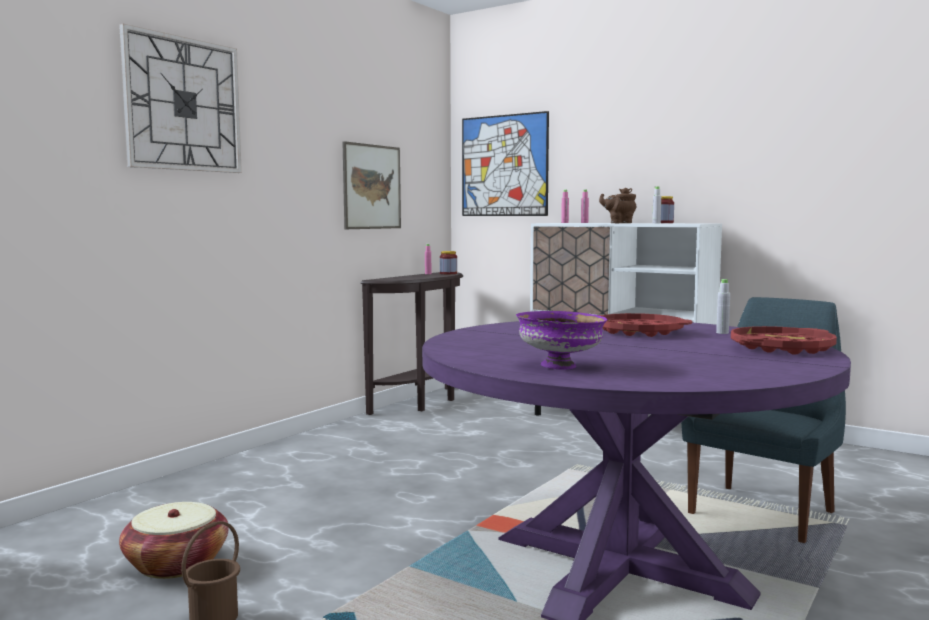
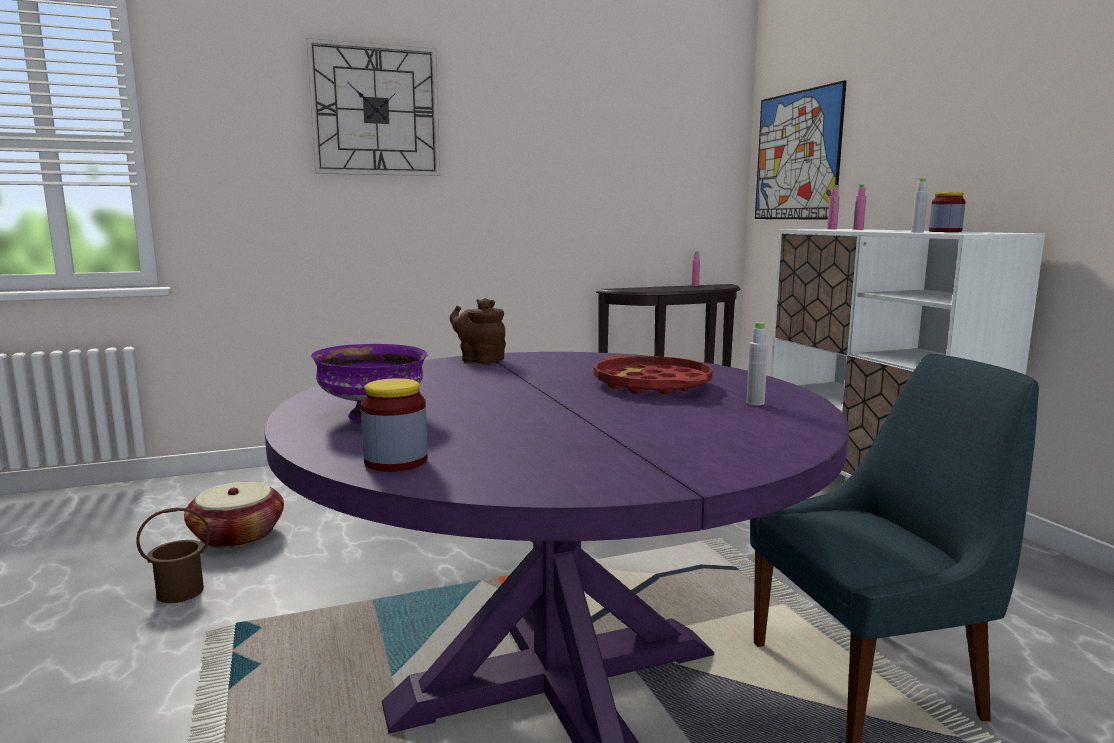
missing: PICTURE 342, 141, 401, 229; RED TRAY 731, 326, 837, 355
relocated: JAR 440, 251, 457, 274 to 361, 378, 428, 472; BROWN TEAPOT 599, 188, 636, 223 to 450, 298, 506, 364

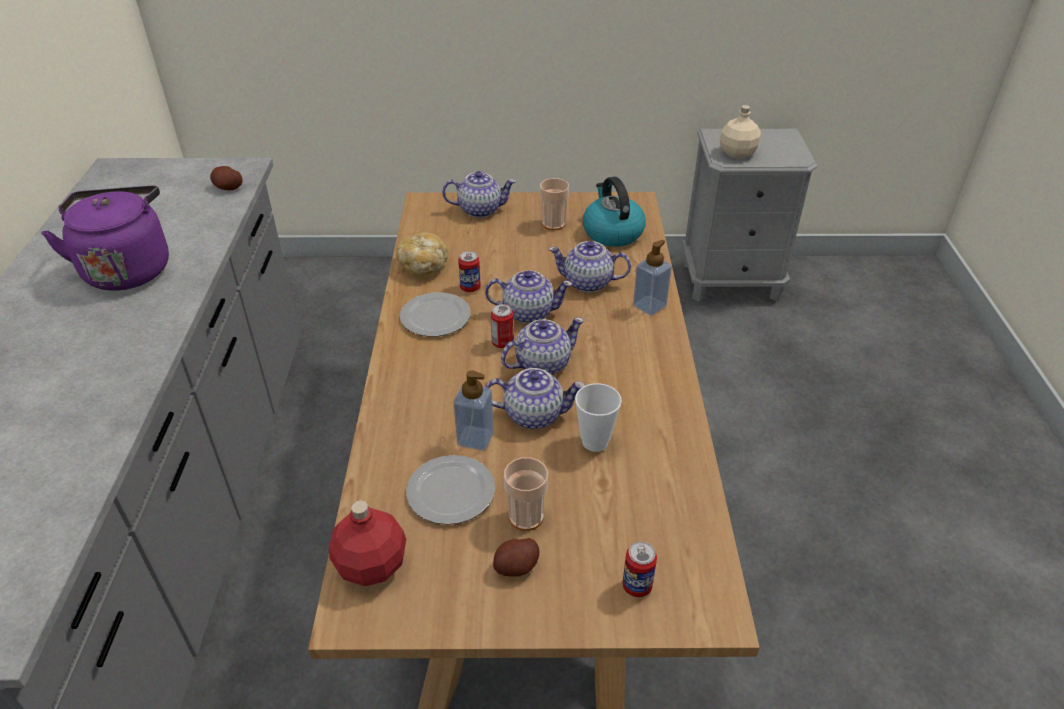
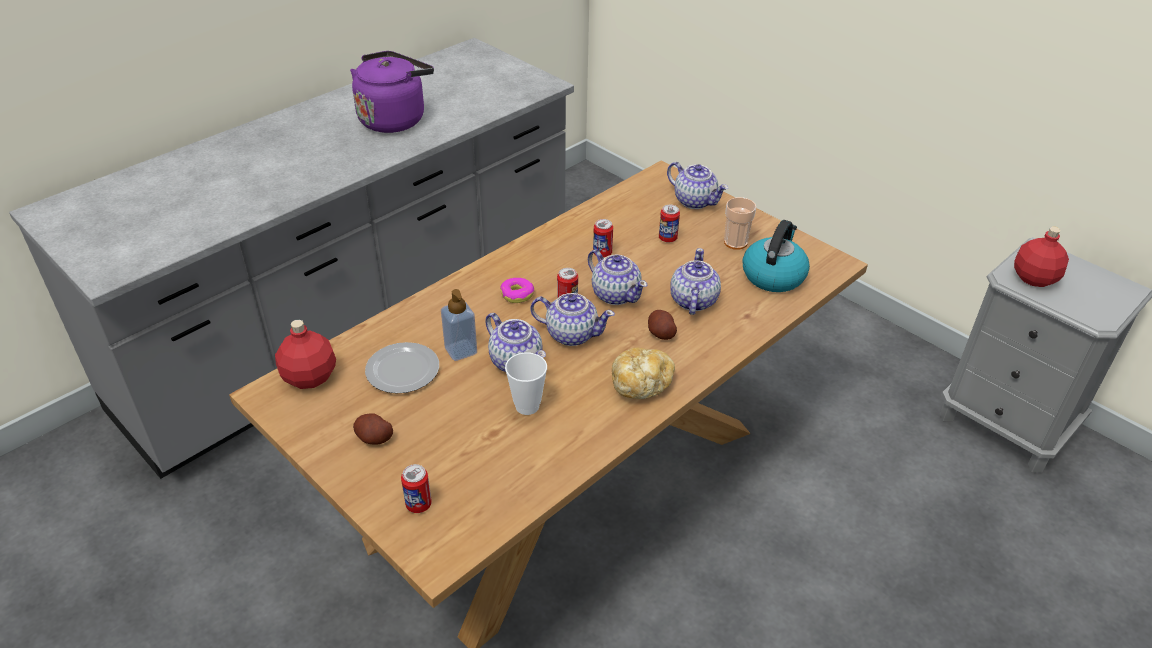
missing: PLATE 400, 292, 471, 337; CUP 504, 457, 548, 531; SOAP DISPENSER 633, 240, 672, 316
appeared: DONUT 500, 278, 534, 303; CAN 659, 205, 680, 243
relocated: POTATO 210, 166, 243, 190 to 648, 310, 677, 340; BREAD 396, 232, 449, 276 to 612, 348, 675, 399
colour: BEIGE BOTTLE 720, 105, 761, 159 to RED BOTTLE 1014, 226, 1069, 287
spun: TEAPOT 548, 241, 631, 292 = 670, 248, 721, 315 45 degrees clockwise

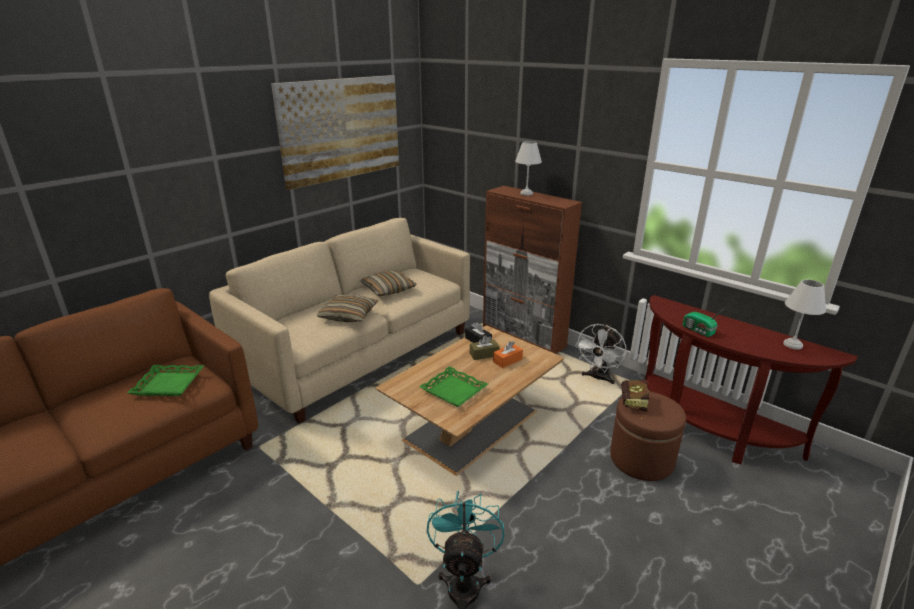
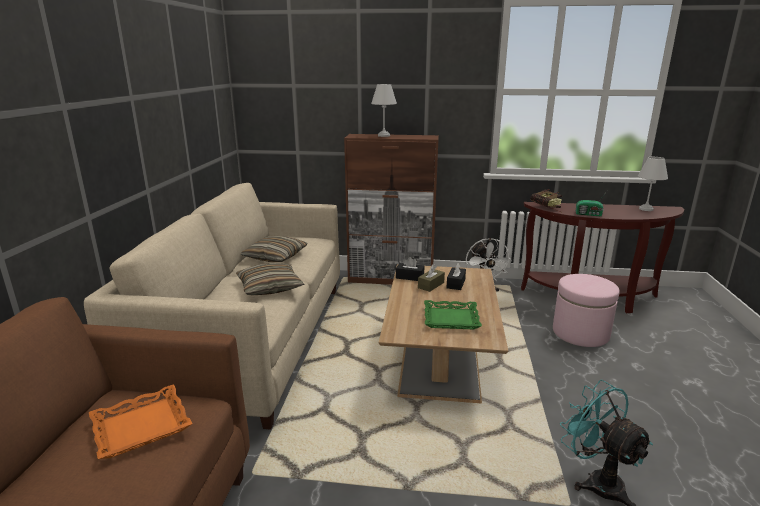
missing: PICTURE 271, 75, 399, 190
relocated: BOOK 621, 379, 649, 419 to 531, 189, 562, 213
colour: GREEN TRAY 127, 365, 204, 396 to ORANGE TRAY 89, 385, 192, 459; ORANGE TISSUE BOX 493, 341, 523, 368 to BLACK TISSUE BOX 447, 263, 466, 290; BROWN OTTOMAN 610, 392, 686, 481 to PINK OTTOMAN 553, 274, 620, 347

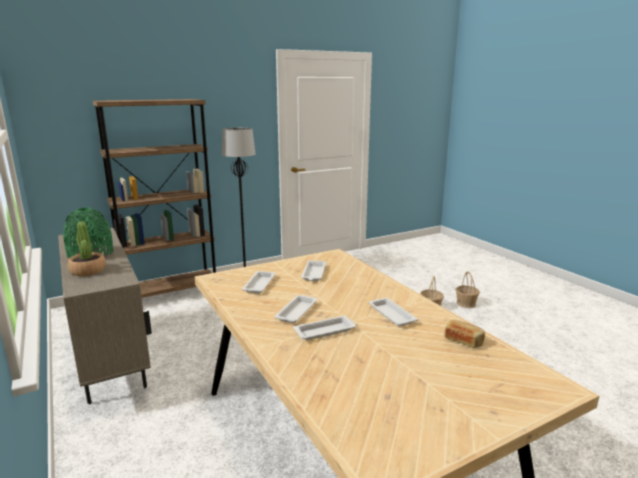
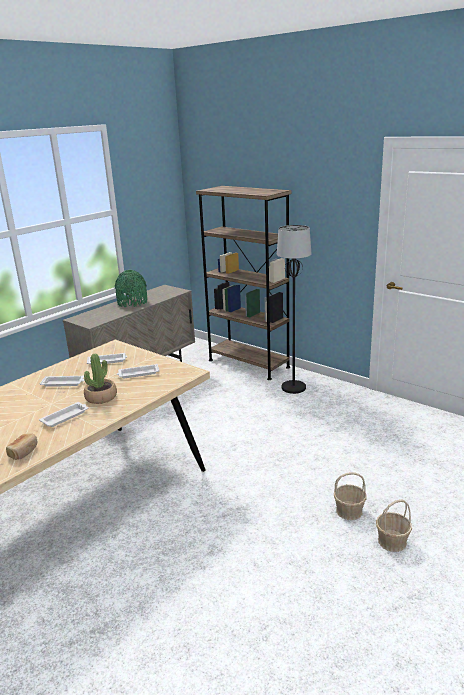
missing: WHITE TRAY 293, 316, 356, 340
relocated: POTTED PLANT 68, 221, 106, 276 to 84, 354, 117, 404

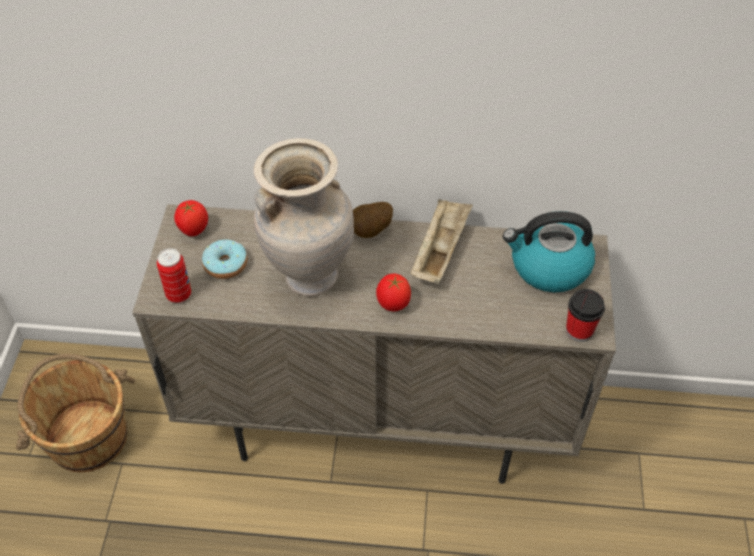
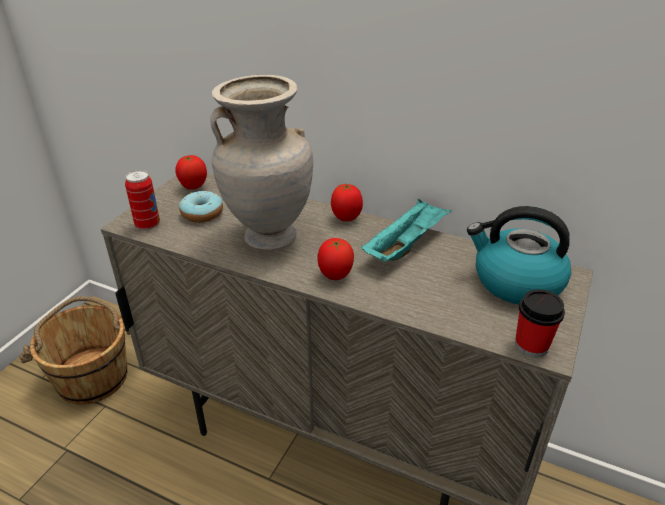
exchanged: POTATO 353, 202, 393, 238 to TOMATO 331, 183, 363, 221
colour: BEIGE TRAY 410, 199, 473, 284 to TURQUOISE TRAY 361, 199, 452, 262

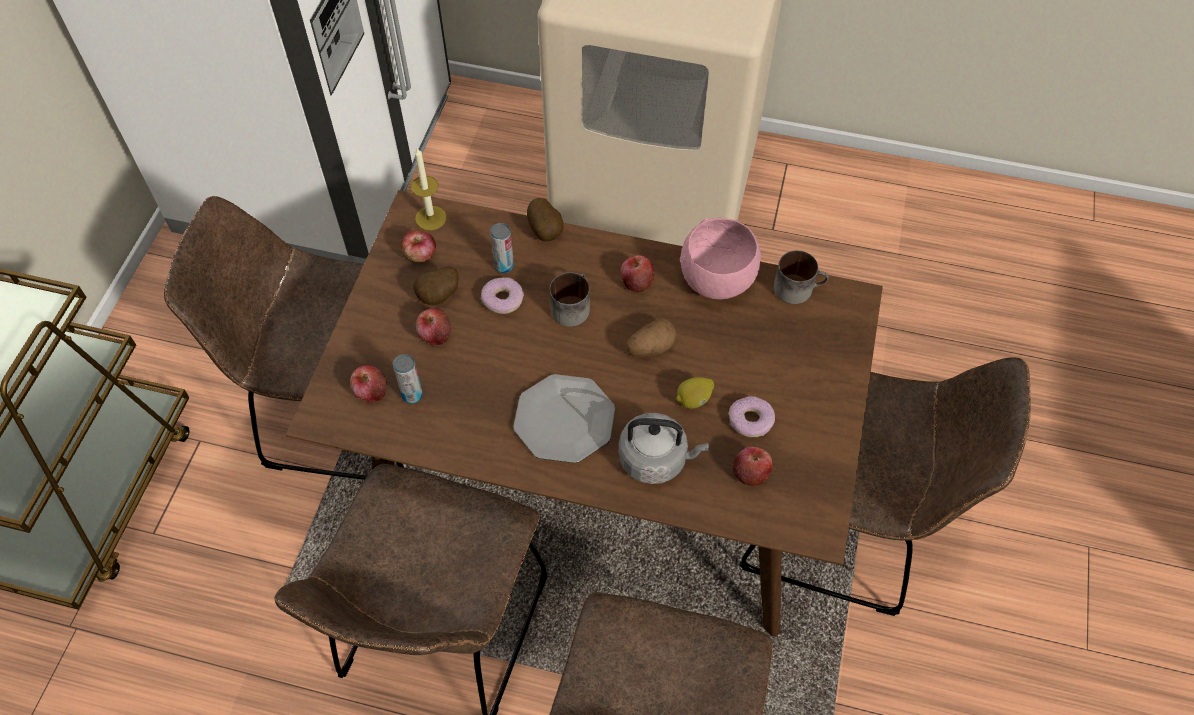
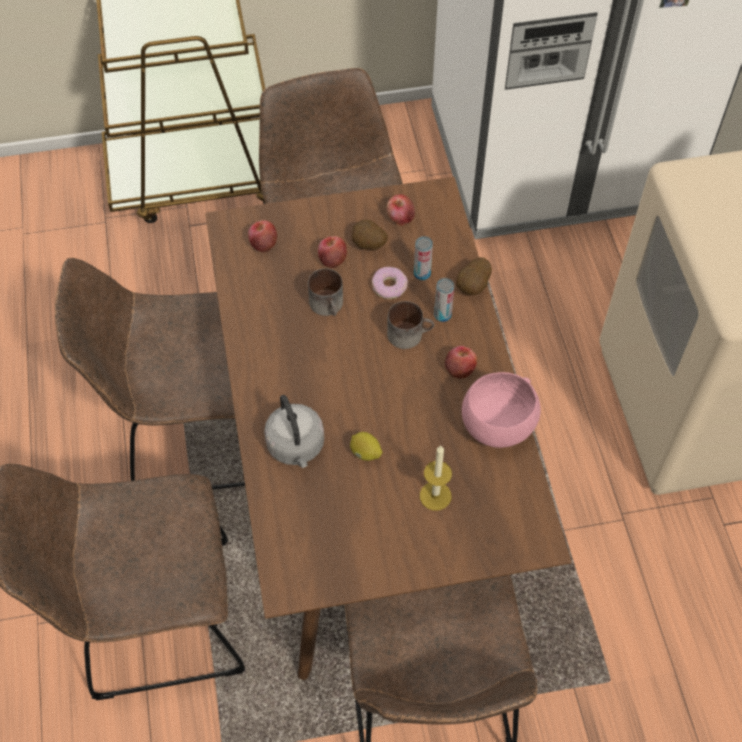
missing: PLATE 513, 374, 615, 463; POTATO 627, 318, 676, 357; DONUT 729, 396, 775, 437; APPLE 733, 446, 773, 486
relocated: CAN 393, 354, 423, 404 to 434, 278, 454, 322; CANDLE 411, 148, 447, 230 to 420, 446, 452, 510; MUG 774, 250, 829, 304 to 308, 268, 343, 316

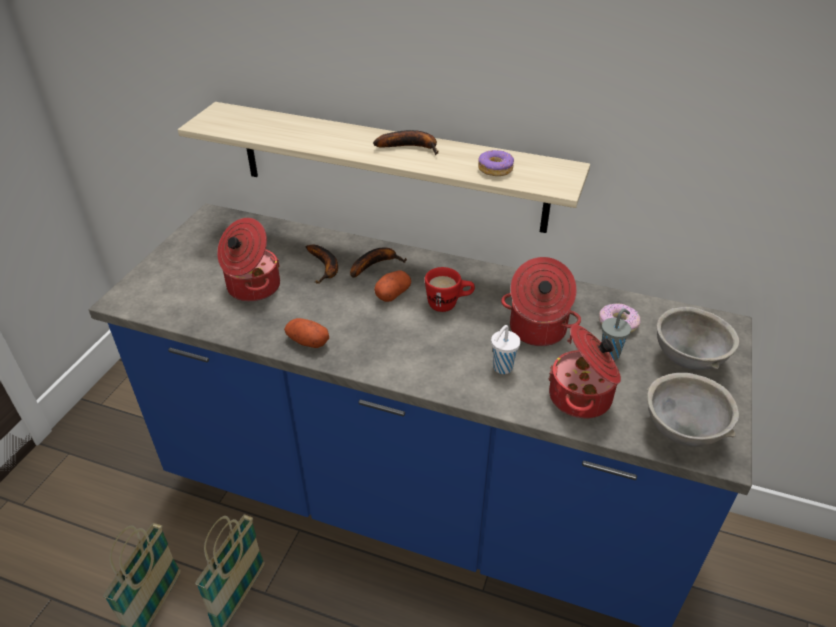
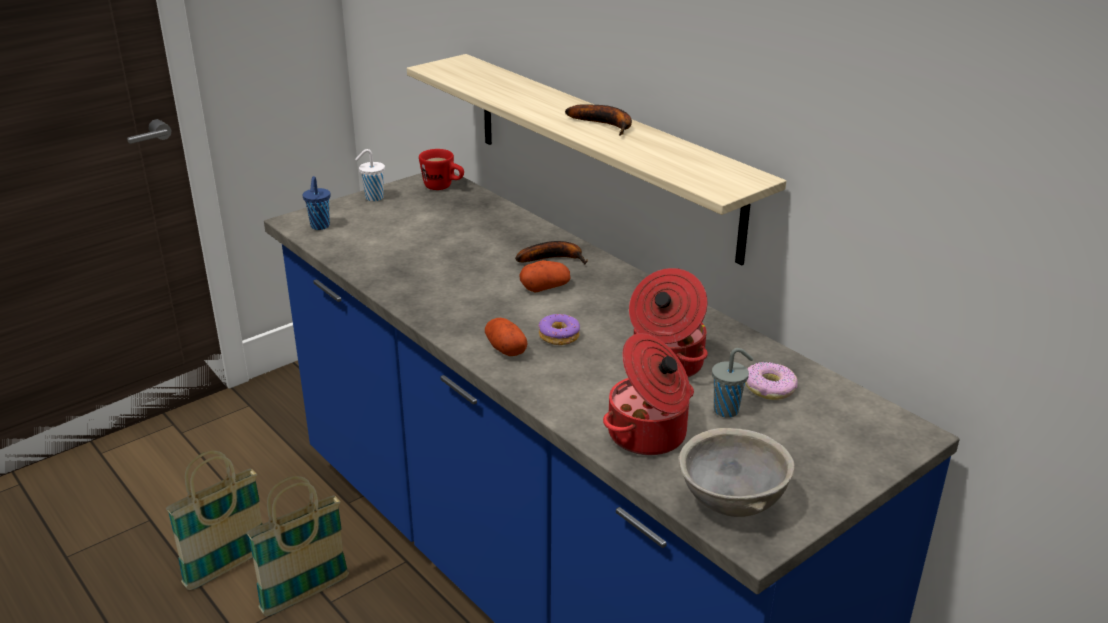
missing: COOKING POT 217, 218, 280, 302; BANANA 305, 245, 338, 284; GREY BOWL 657, 307, 740, 370
appeared: BLUE CUP 303, 176, 331, 230
relocated: POTATO 284, 318, 329, 348 to 485, 318, 528, 356; RED MUG 425, 267, 475, 312 to 419, 149, 464, 190; DONUT 478, 150, 514, 176 to 539, 314, 580, 345; WHITE CUP 491, 325, 521, 374 to 355, 149, 385, 201

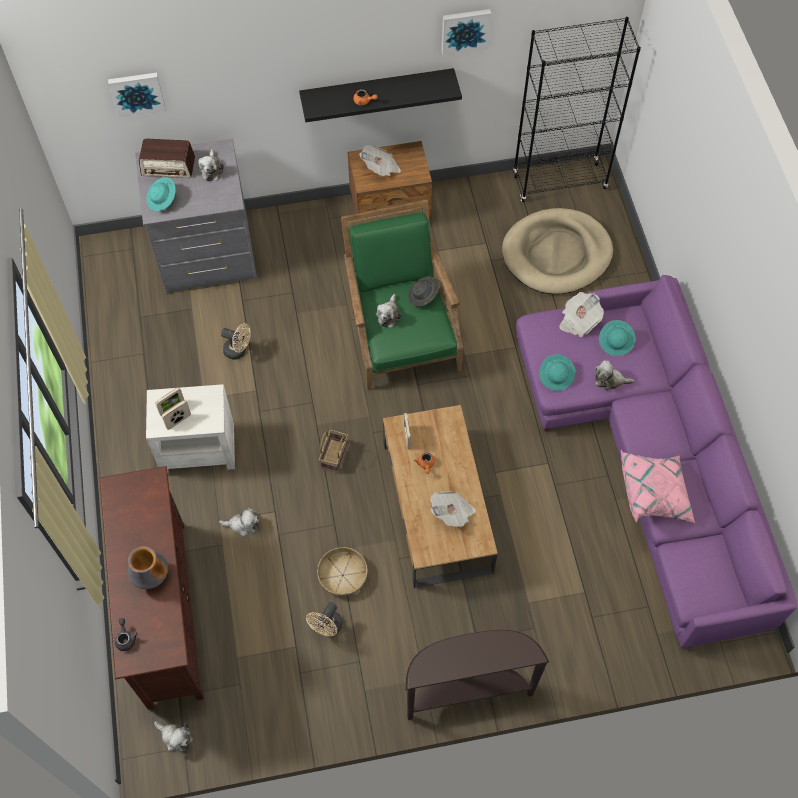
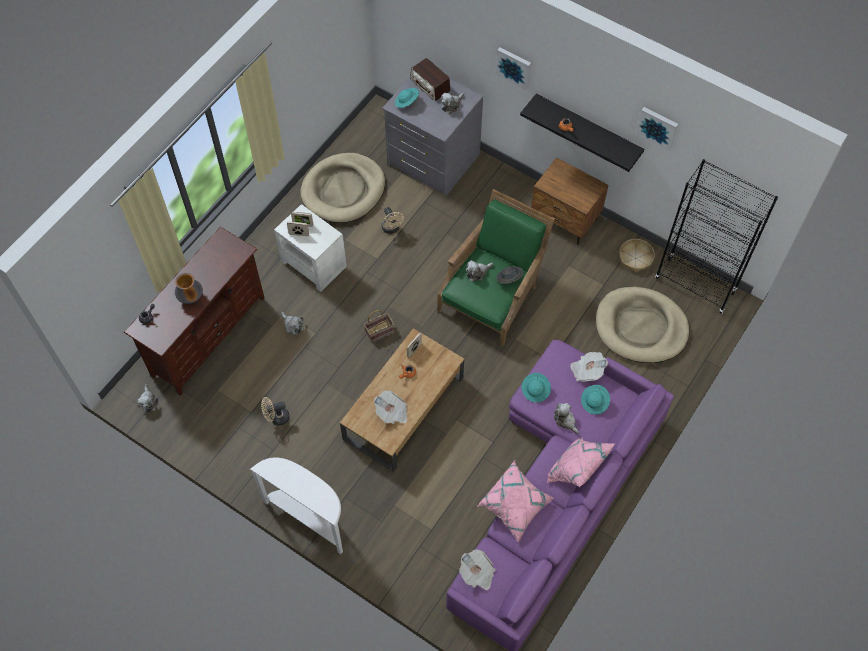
appeared: BEIGE DOG BED 300, 153, 385, 223; PINK PILLOW 547, 438, 615, 487
relocated: PICTURE 108, 73, 166, 118 to 496, 47, 531, 90; BASKET 317, 547, 368, 596 to 619, 239, 655, 272; NEWSPAPER 359, 145, 401, 176 to 459, 550, 496, 590
colour: BROWN CONSOLE TABLE 406, 630, 549, 720 to WHITE CONSOLE TABLE 250, 457, 343, 554

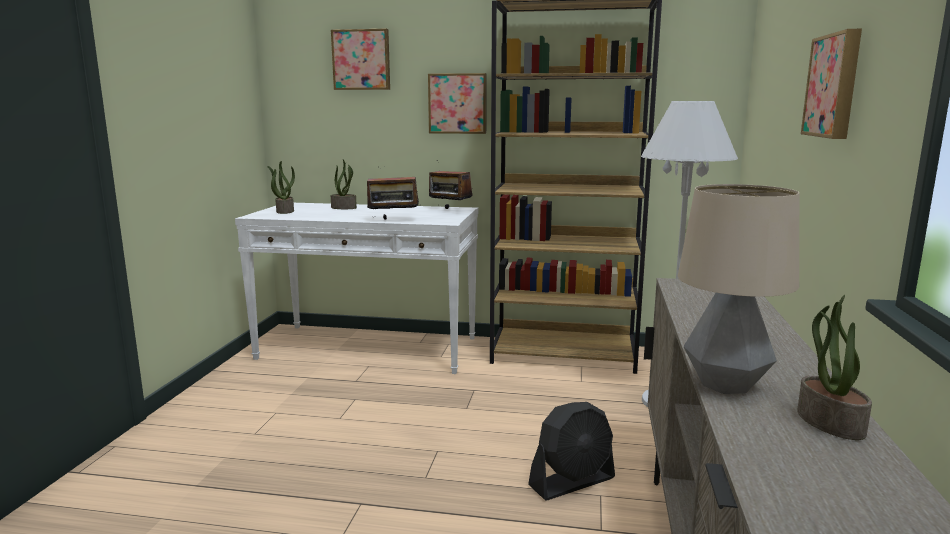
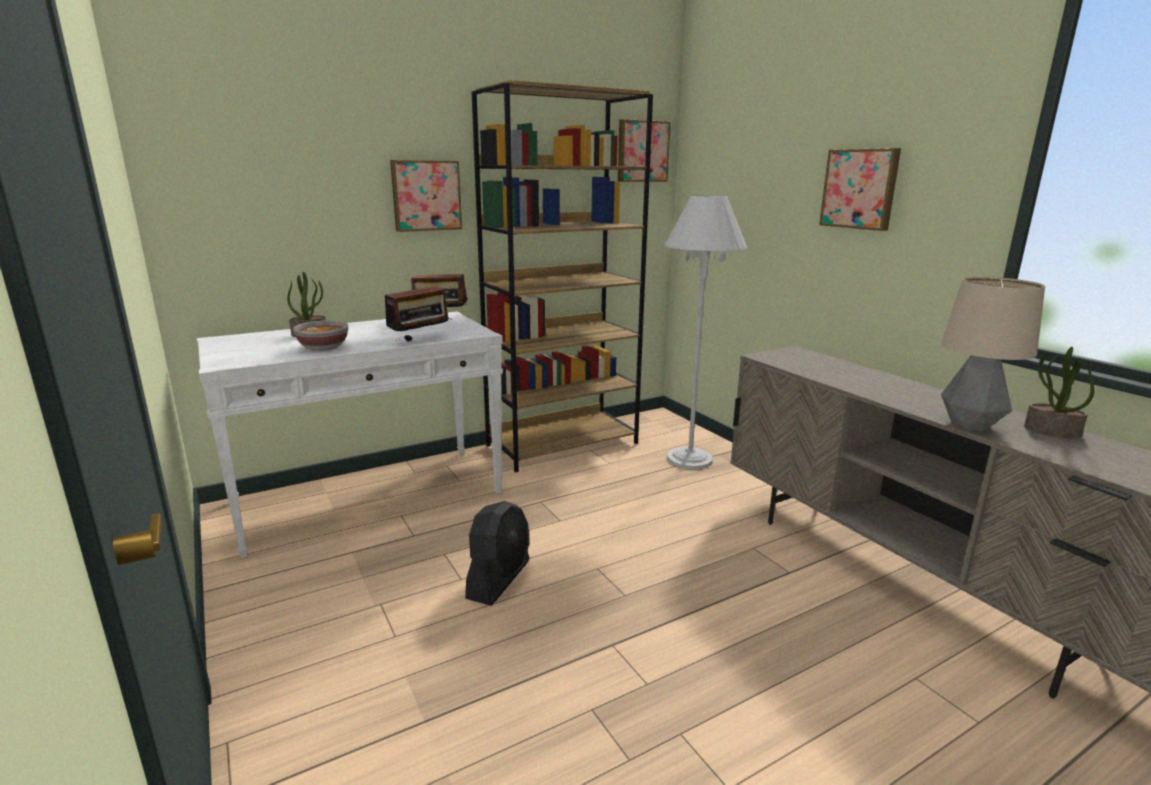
missing: POTTED PLANT 267, 161, 295, 214
appeared: BOWL 293, 321, 348, 351
relocated: PICTURE 331, 29, 390, 90 to 618, 119, 671, 182; BLACK FAN 528, 402, 615, 500 to 465, 501, 529, 606

